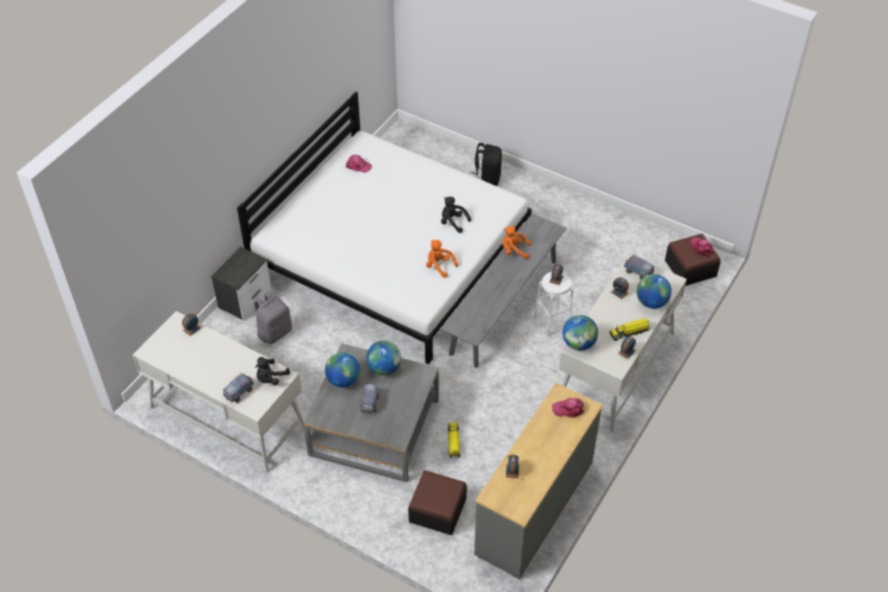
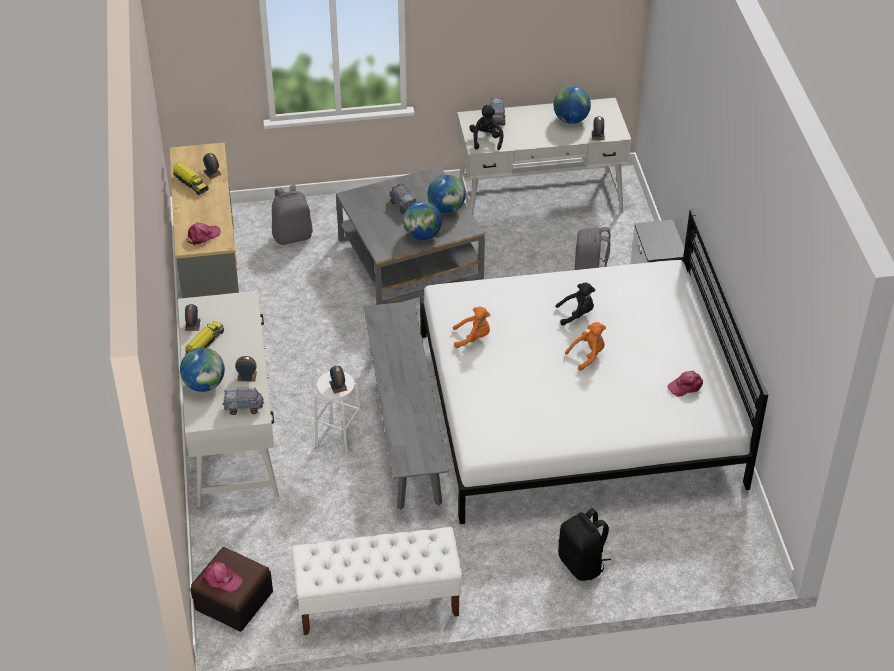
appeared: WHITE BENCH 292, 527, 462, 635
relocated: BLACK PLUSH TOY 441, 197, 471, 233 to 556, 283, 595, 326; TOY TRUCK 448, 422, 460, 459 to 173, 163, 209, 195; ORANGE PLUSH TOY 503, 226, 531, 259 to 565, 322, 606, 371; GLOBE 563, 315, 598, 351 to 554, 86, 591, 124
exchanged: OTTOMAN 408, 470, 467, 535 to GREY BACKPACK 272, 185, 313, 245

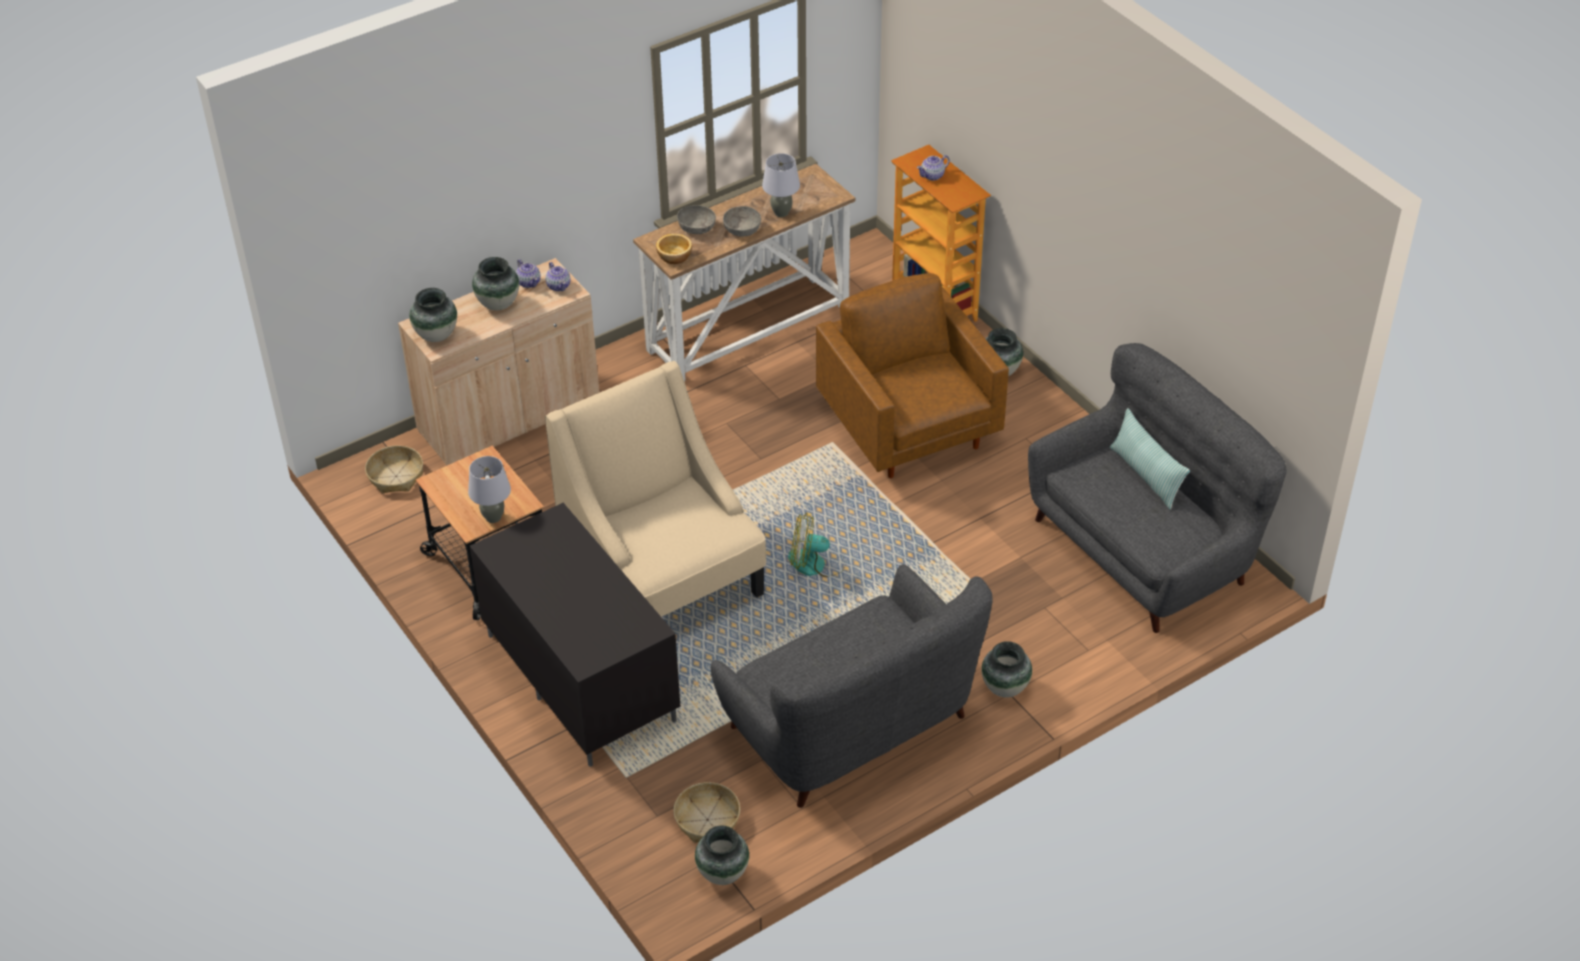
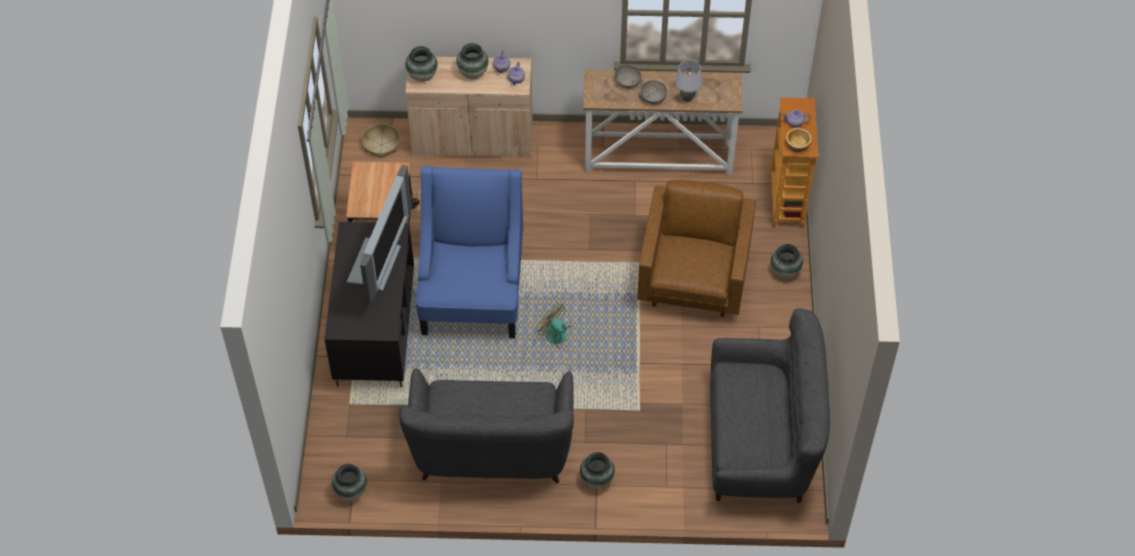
missing: GREY TABLE LAMP 468, 456, 511, 523; BASKET 673, 782, 740, 843; PILLOW 1110, 408, 1190, 510
appeared: TELEVISION 347, 165, 412, 304
relocated: BOWL 656, 234, 692, 264 to 786, 128, 812, 152
colour: BEIGE ARMCHAIR 545, 361, 766, 617 to BLUE ARMCHAIR 416, 166, 523, 338

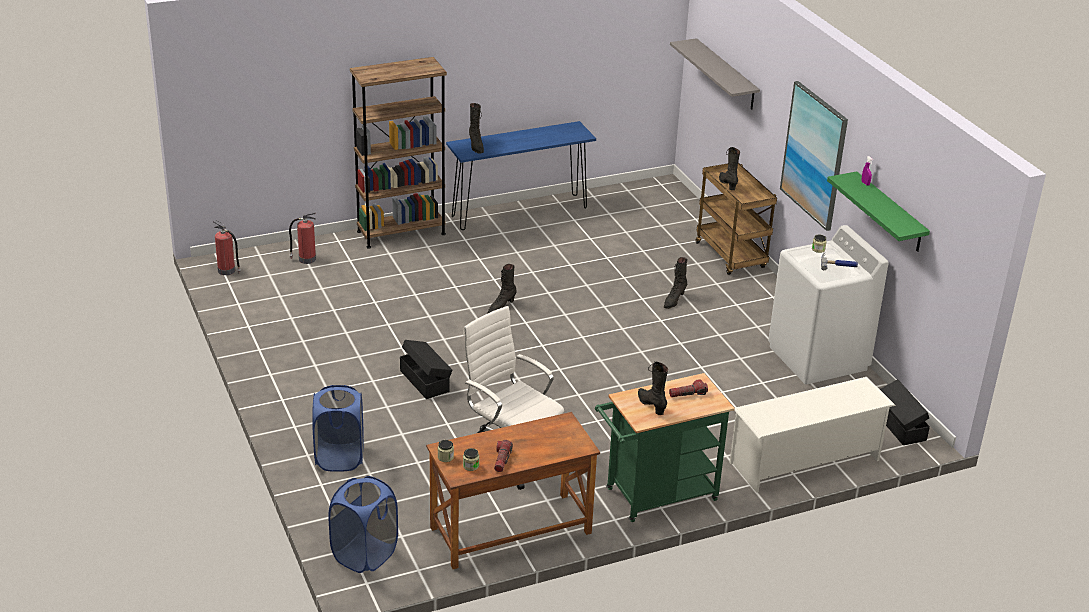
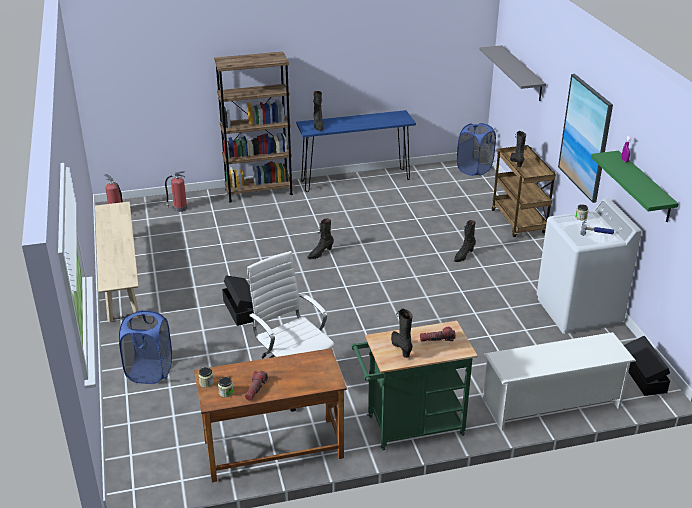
appeared: BEIGE BENCH 95, 202, 139, 322
relocated: BLUE LAUNDRY BASKET 328, 476, 398, 573 to 457, 123, 496, 176

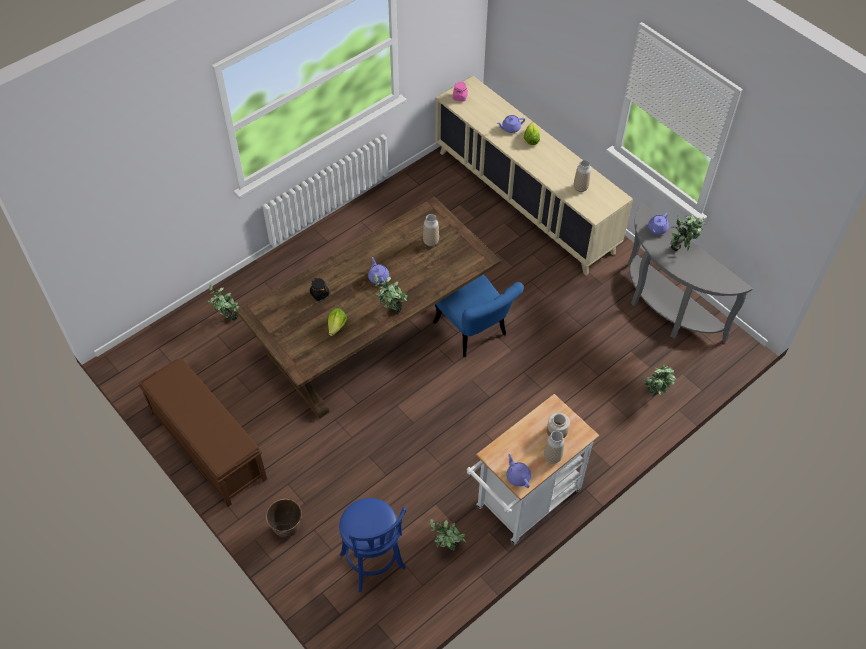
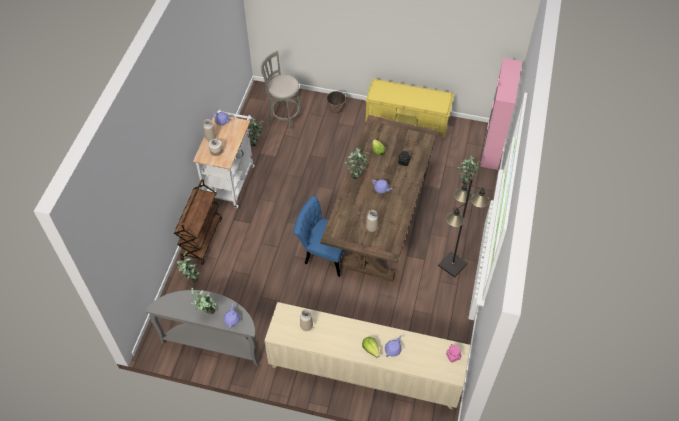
appeared: BROWN CART 174, 179, 222, 265; BLACK FLOOR LAMP 438, 178, 489, 278; PINK CABINET 480, 58, 522, 170
colour: BROWN BENCH 138, 358, 267, 507 to YELLOW BENCH 365, 79, 454, 138; BLUE STOOL 339, 498, 406, 592 to GREY STOOL 261, 51, 304, 133

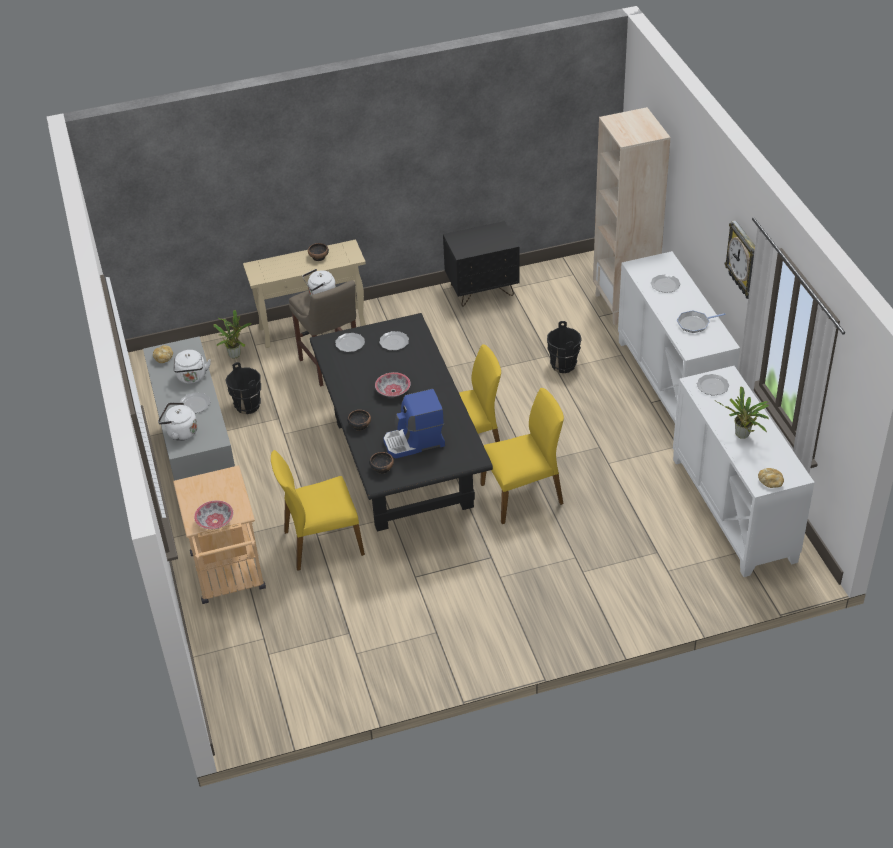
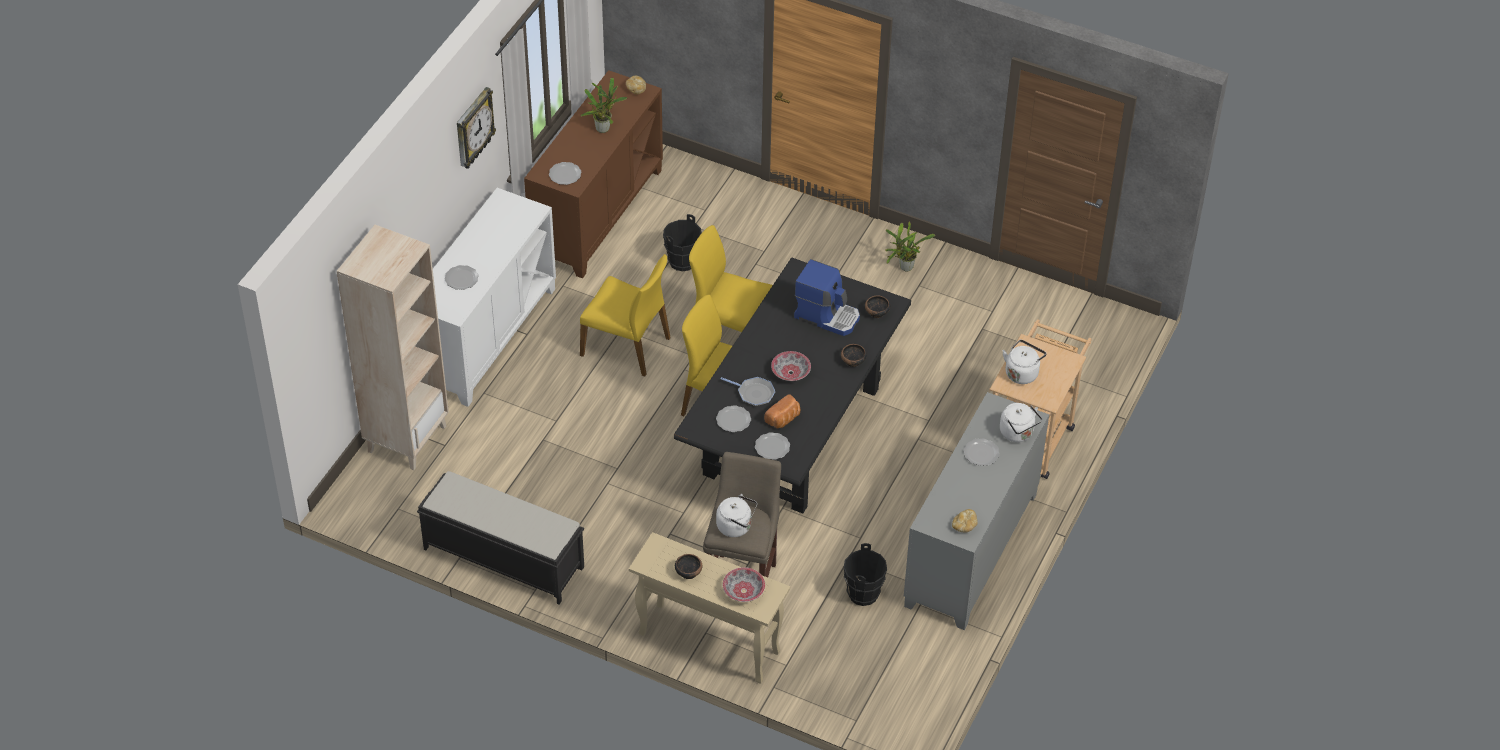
appeared: BREAD 764, 394, 801, 428
relocated: WHITE KETTLE 174, 350, 211, 384 to 1002, 340, 1046, 384; BOWL 194, 500, 233, 529 to 723, 567, 765, 602; POTTED PLANT 213, 310, 252, 359 to 885, 222, 935, 271; YELLOW CHAIR 271, 450, 365, 571 to 580, 254, 671, 377; BLACK BUCKET 547, 321, 582, 373 to 663, 214, 702, 271; FRYING PAN 677, 310, 726, 333 to 720, 377, 775, 406
exchanged: BLACK NIGHTSTAND 443, 221, 520, 307 to BLACK BENCH 417, 471, 584, 604
colour: WHITE CABINET 673, 366, 815, 577 to BROWN CABINET 524, 70, 663, 278

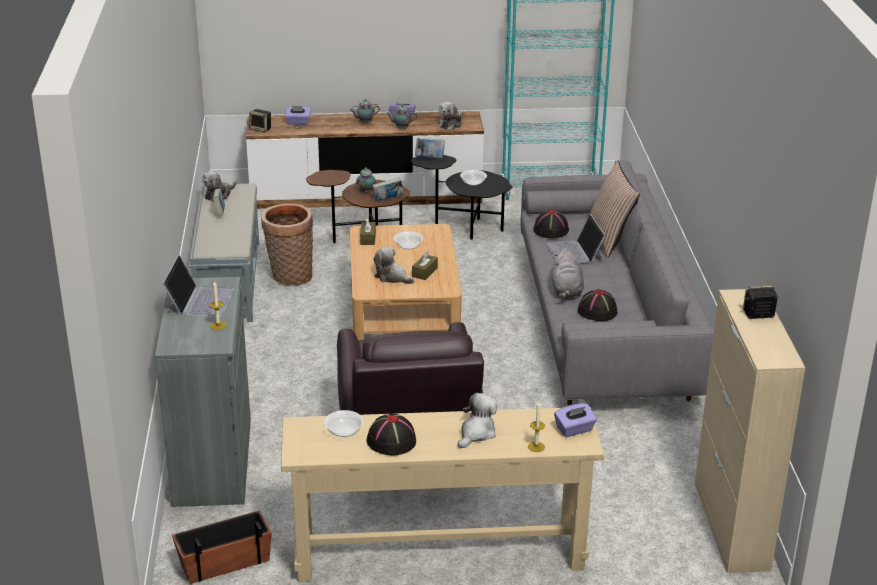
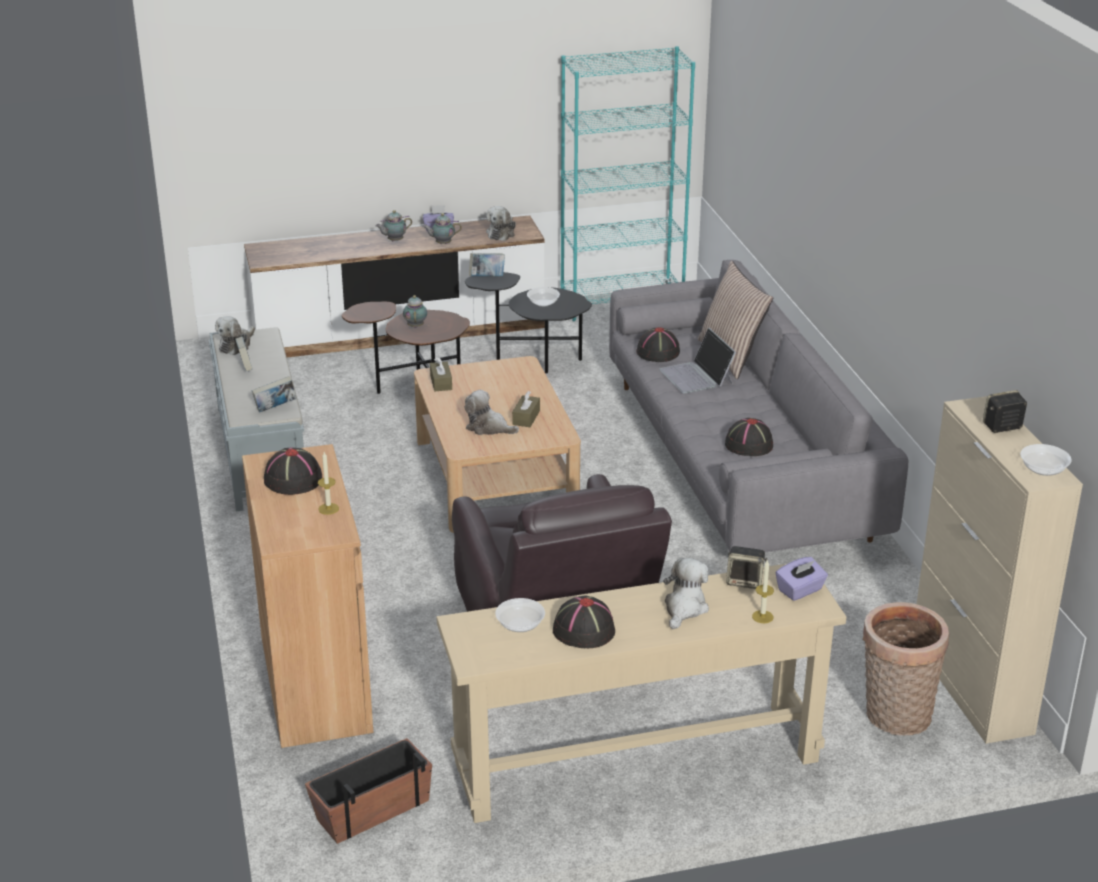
missing: PURPLE TISSUE BOX 285, 106, 311, 125; GREY PLUSH TOY 552, 248, 584, 298
relocated: SPEAKER 249, 109, 271, 133 to 726, 546, 767, 589; BASKET 261, 203, 313, 286 to 863, 602, 950, 735; BOOK 372, 177, 404, 202 to 252, 376, 297, 413; BOWL 394, 231, 423, 249 to 1020, 444, 1072, 476
exchanged: LAPTOP 162, 255, 234, 317 to BLACK HAT 264, 448, 322, 495
colour: GREY CABINET 155, 277, 251, 507 to BROWN CABINET 242, 444, 373, 748

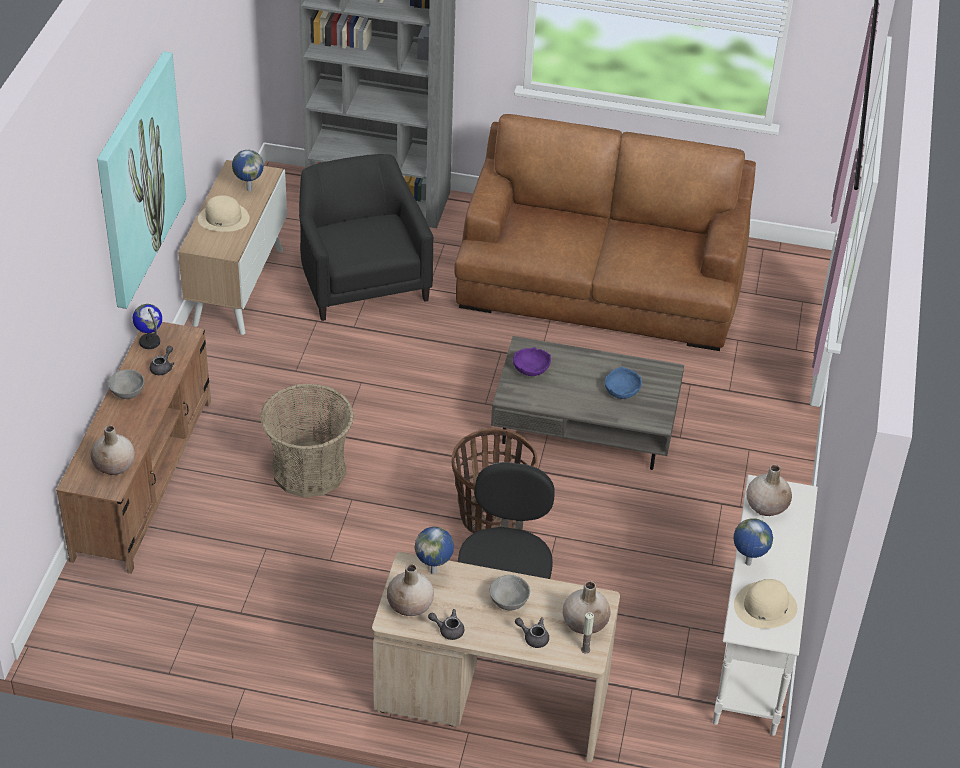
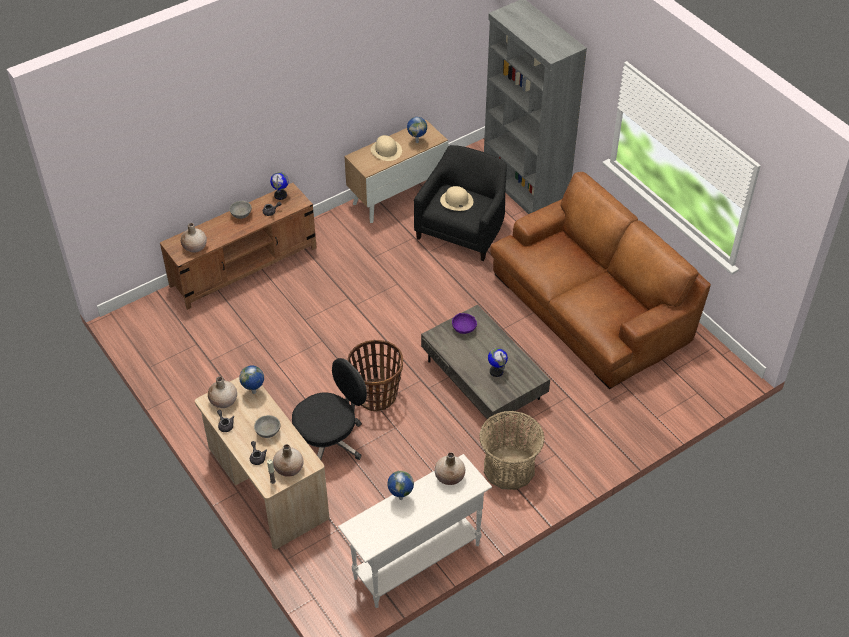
missing: PICTURE 97, 51, 186, 309
relocated: BASKET 260, 383, 354, 497 to 479, 411, 545, 490; BEIGE HAT 734, 579, 797, 629 to 440, 186, 473, 211
exchanged: BLUE BOWL 605, 367, 642, 399 to GLOBE 488, 348, 508, 377

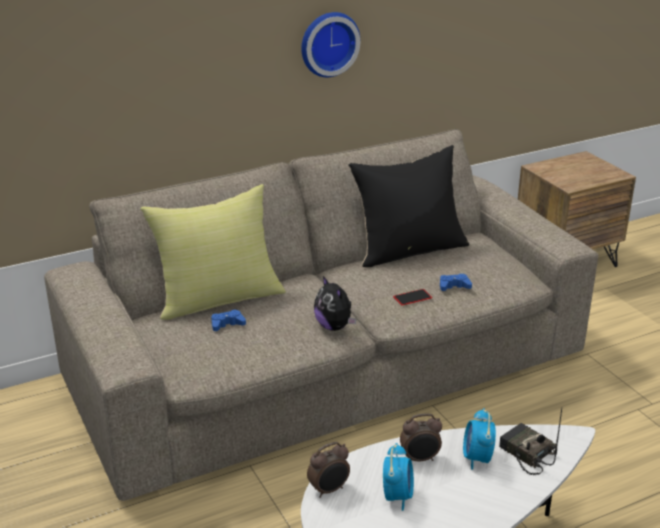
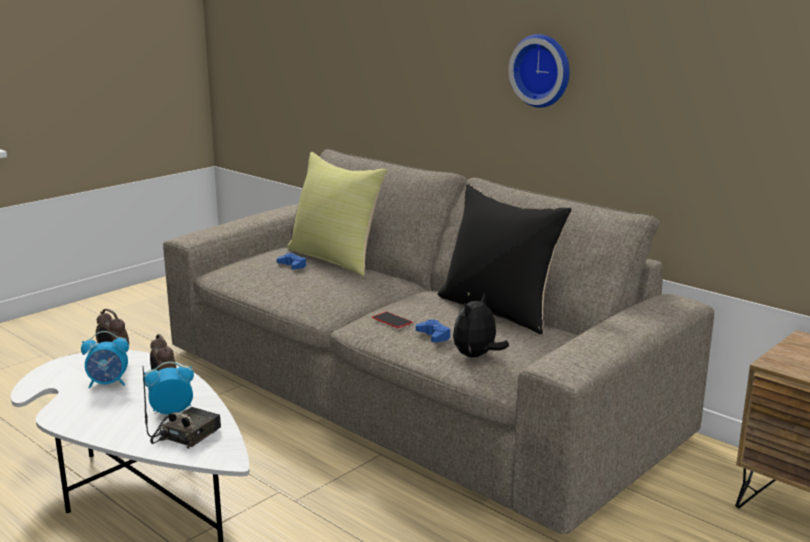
relocated: PLUSH TOY 314, 276, 356, 331 to 453, 293, 509, 357

